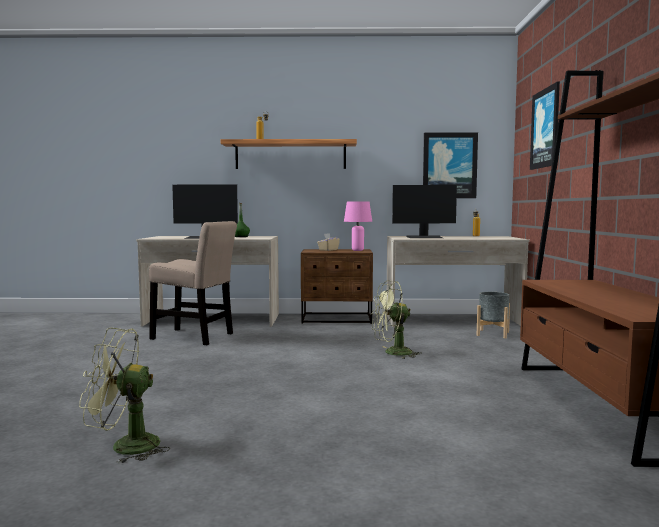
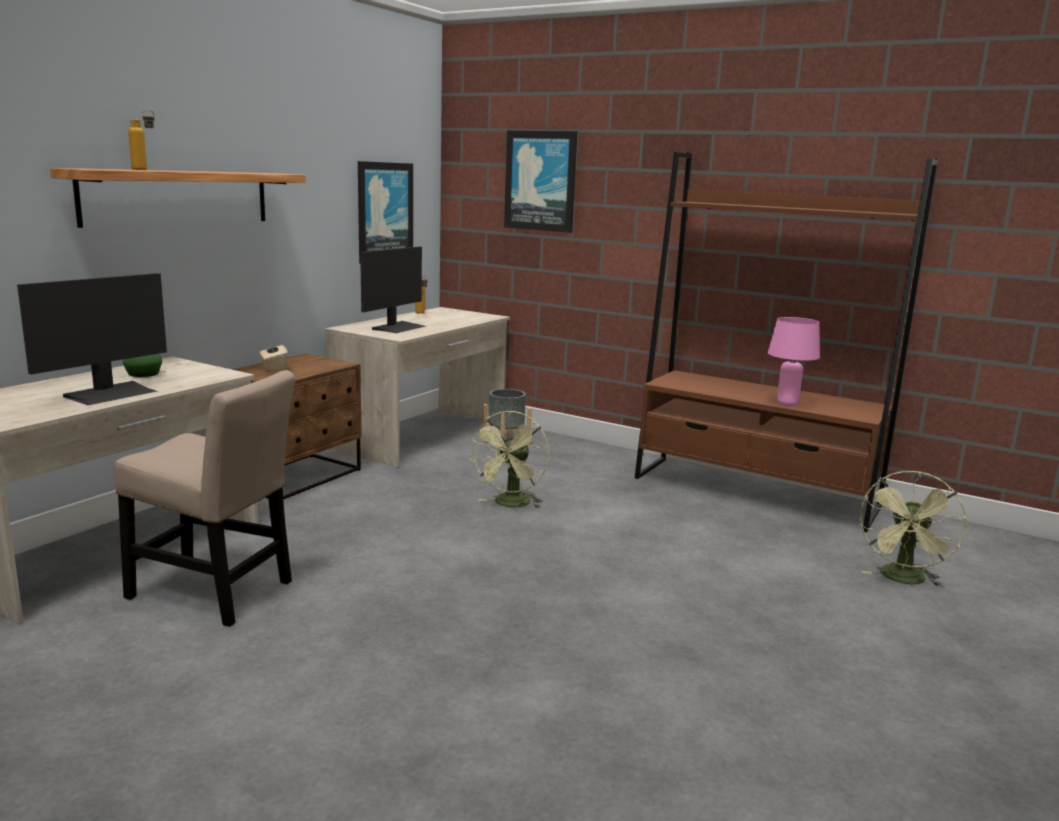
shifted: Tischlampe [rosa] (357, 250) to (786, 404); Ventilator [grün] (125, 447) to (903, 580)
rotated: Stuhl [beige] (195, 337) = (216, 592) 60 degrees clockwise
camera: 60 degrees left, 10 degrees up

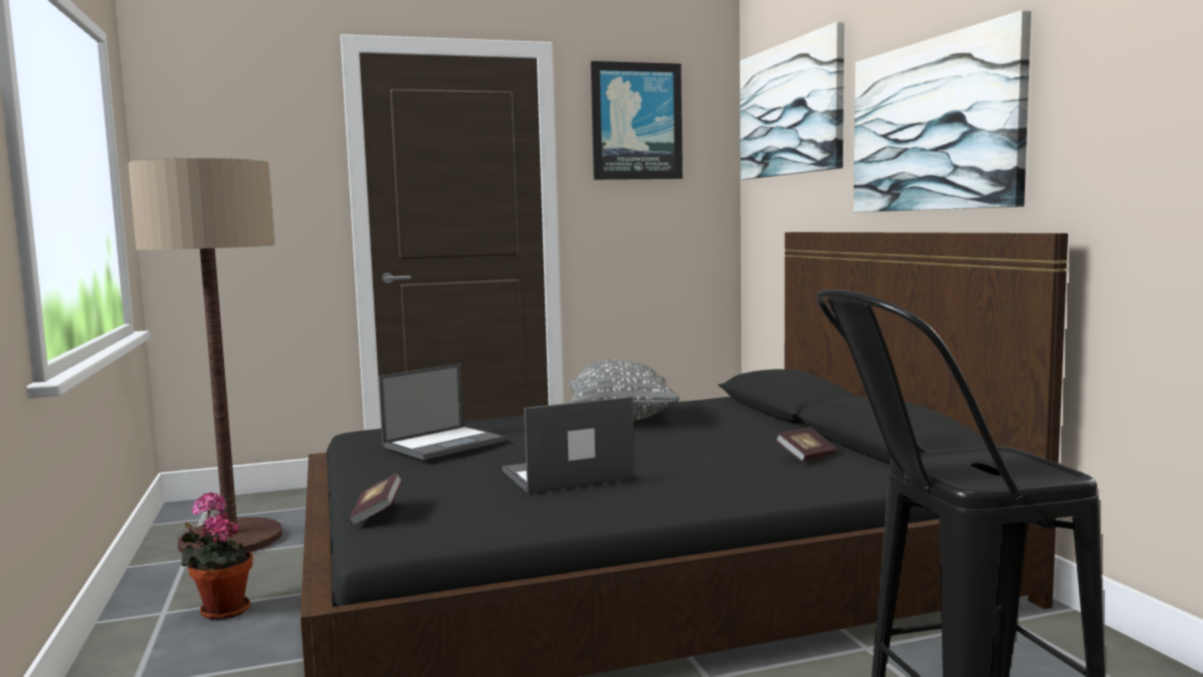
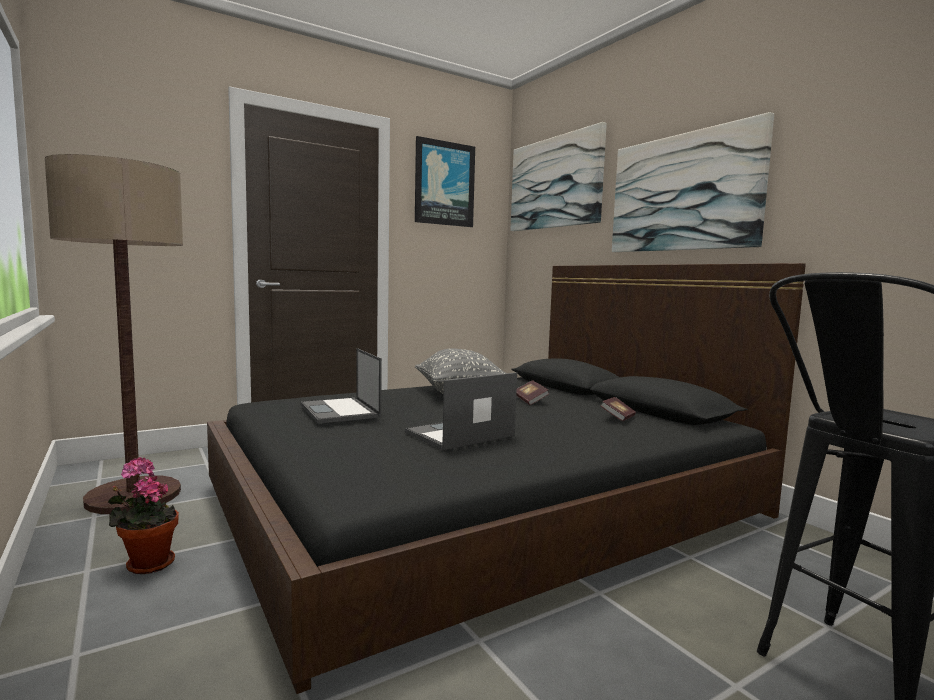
shifted: Buch (377, 513) to (530, 400)
rotated: Laptop (445, 443) = (340, 411) 120 degrees clockwise
camera: 15 degrees left, 0 degrees up

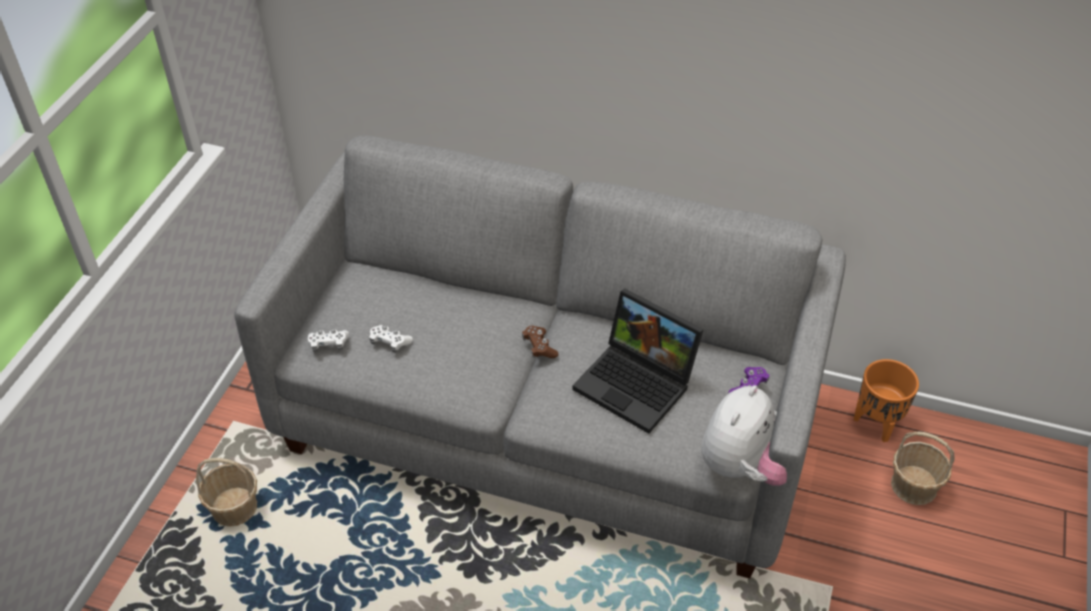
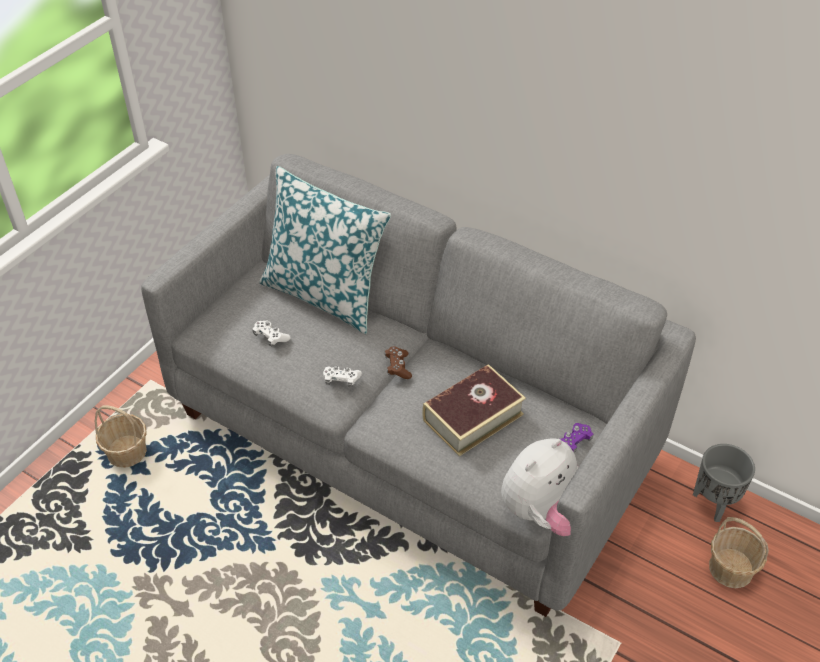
new: Kissen (325, 294)
shifted: Gamepad [weiß] (328, 344) to (341, 380)
swapped: Laptop (638, 383) to Buch (473, 417)
repainted: Pflanzkübel [orange] (877, 423) to Pflanzkübel [grau] (714, 503)
camera: 15 degrees right, 0 degrees up

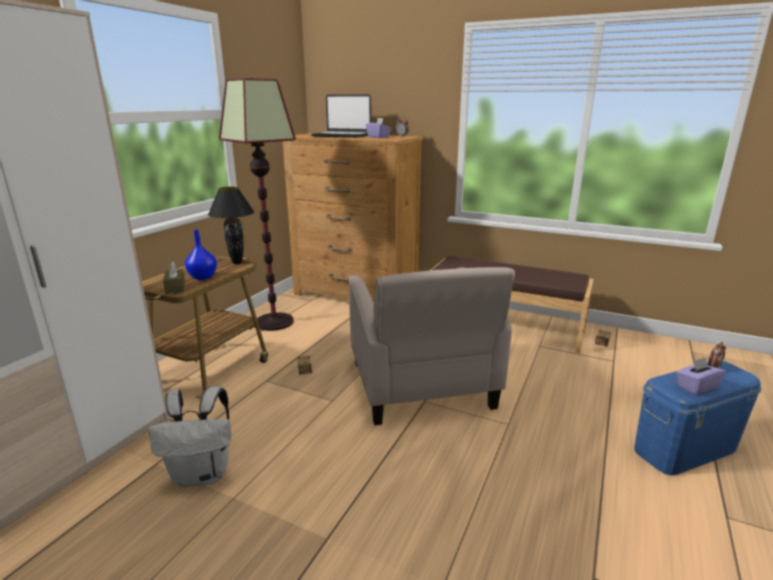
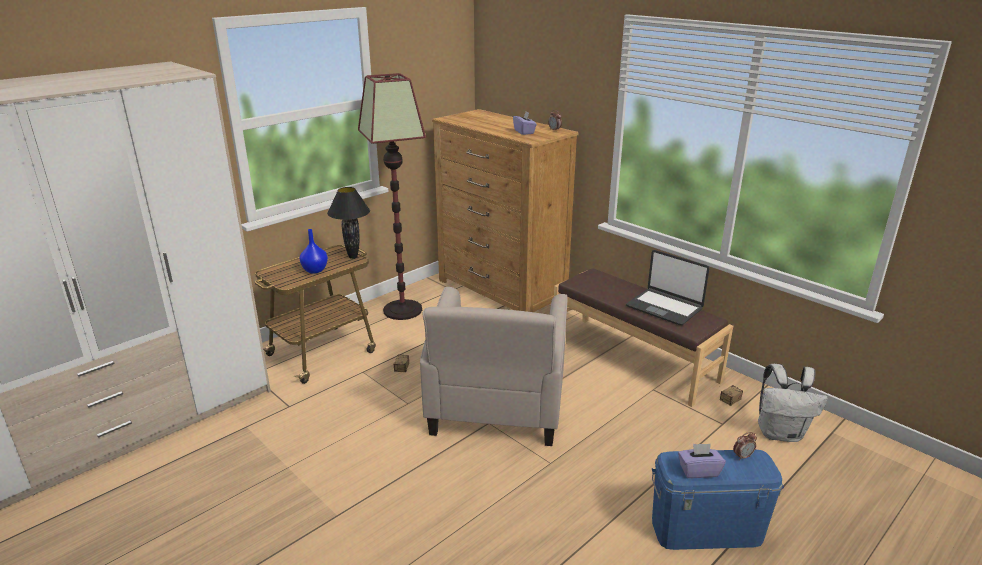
gone: Taschentuchbox [braun] (175, 287)
shifted: Laptop (342, 136) to (664, 307); Rucksack [weiß] (203, 474) to (780, 433)
camera: 20 degrees right, 5 degrees up

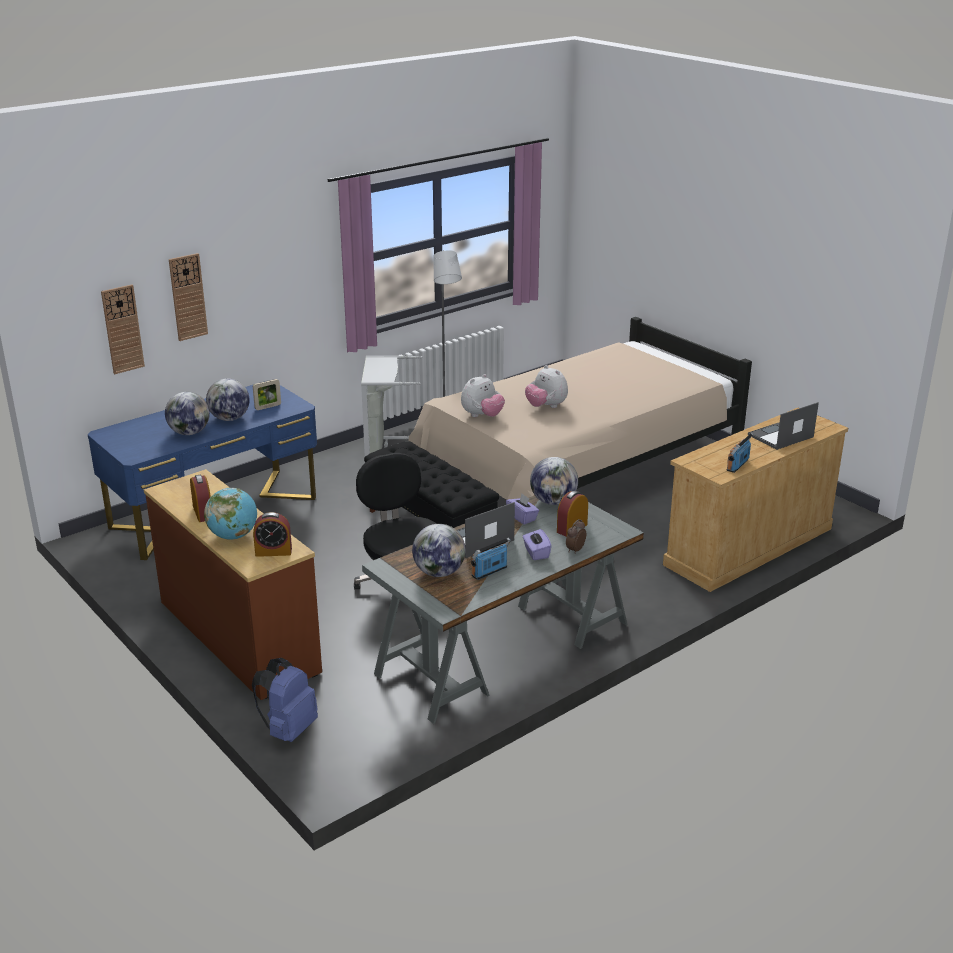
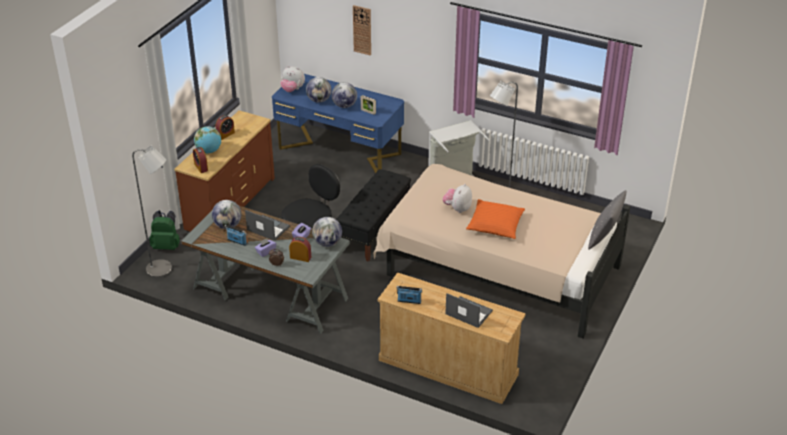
gone: Wanduhr (122, 329)
new: Stehlampe [grau] (164, 270); Kissen [orange] (495, 225); Kissen [grau] (604, 238)
shifted: Plüschtier (482, 416) to (292, 90)
repainted: Rucksack [blau] (288, 729) to Rucksack [grün] (167, 246)
camera: 65 degrees right, 10 degrees up

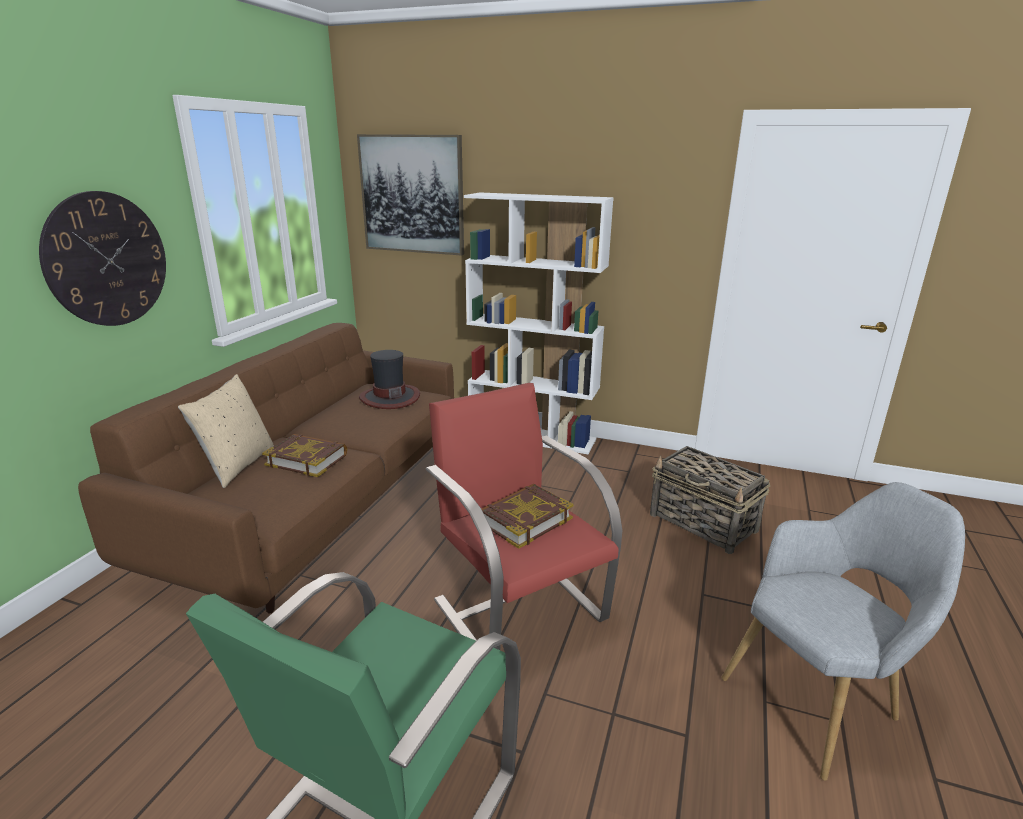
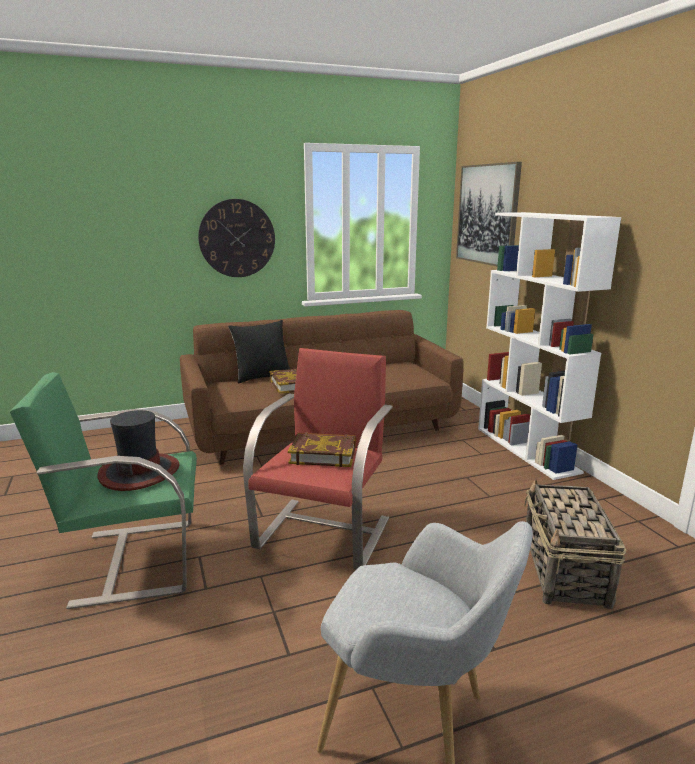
shifted: Hut (389, 397) to (139, 471)
repainted: Kissen [beige] (237, 465) to Kissen [schwarz] (262, 376)
camera: 50 degrees right, 5 degrees down

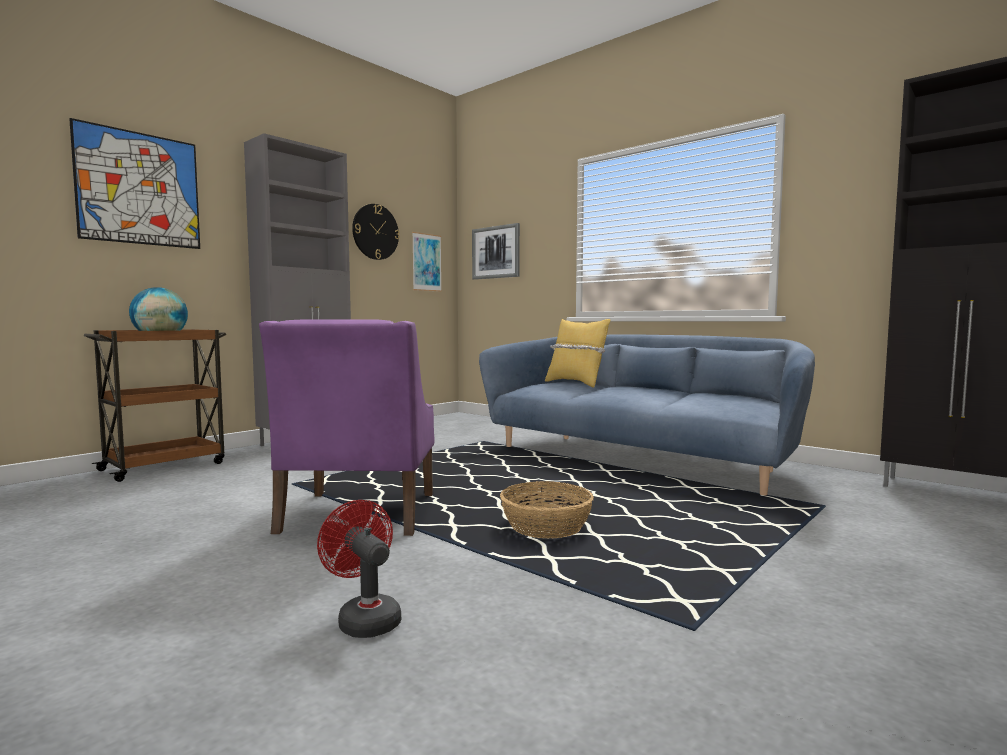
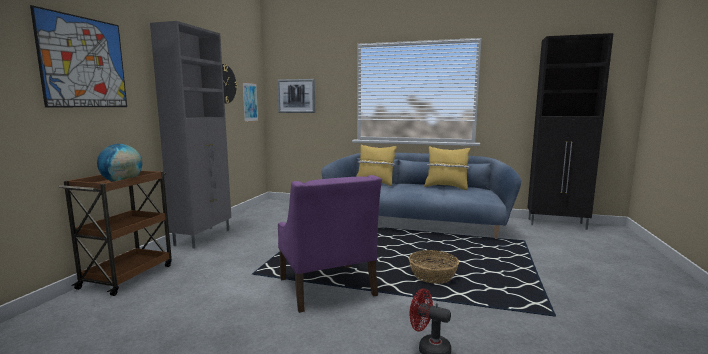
new: Kissen [gelb] (446, 187)
camera: 25 degrees left, 5 degrees up

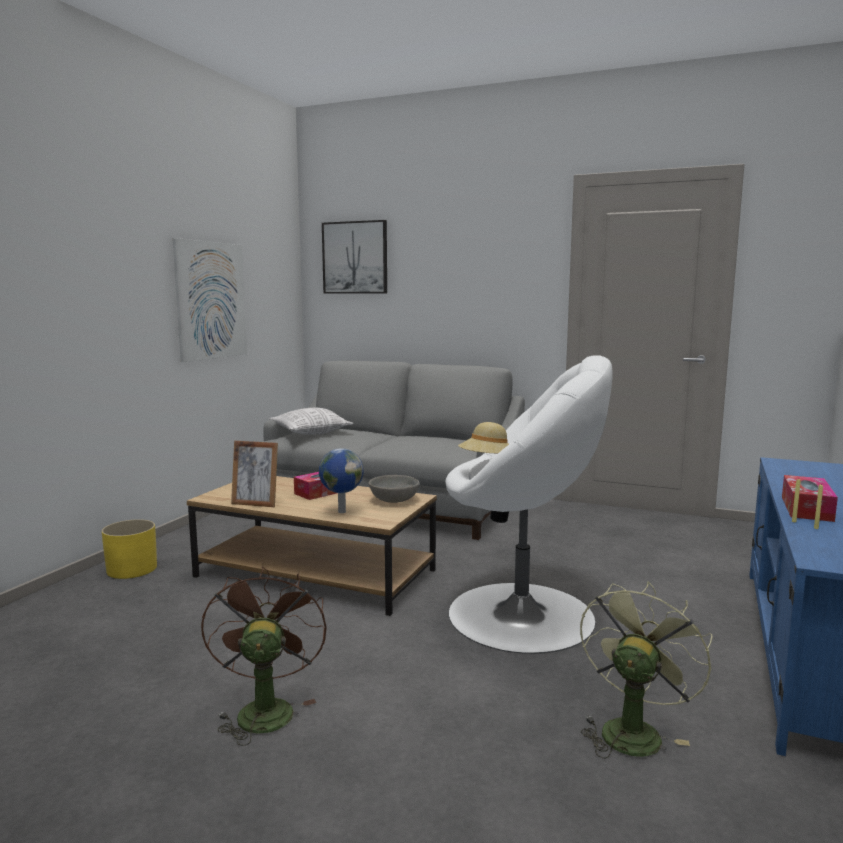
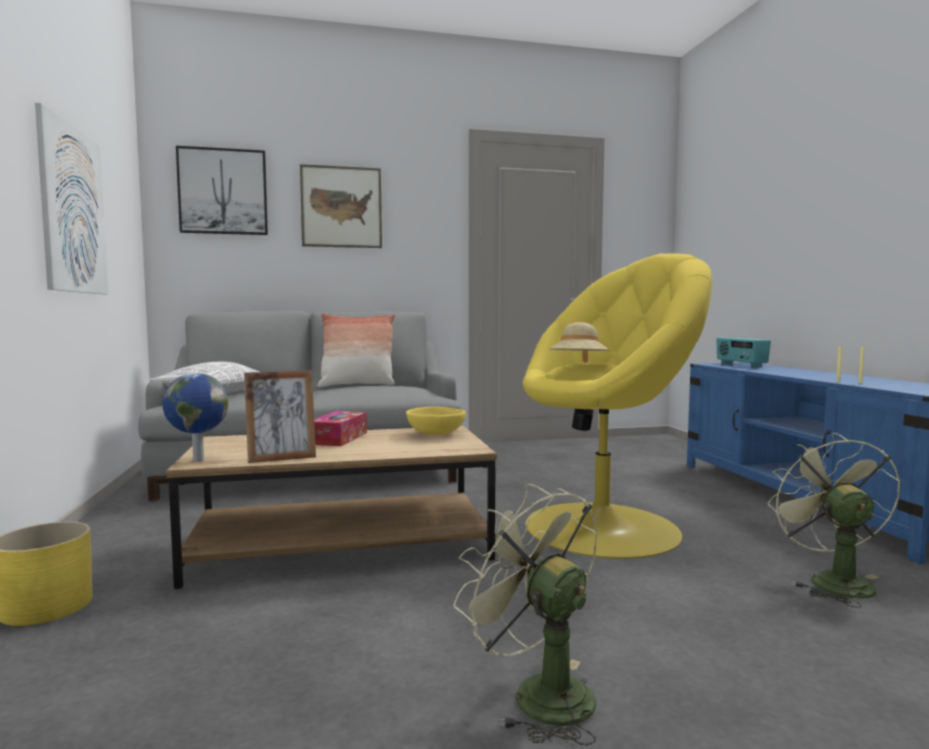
gone: Taschentuchbox (806, 508)
new: Bild (341, 207); Kissen (357, 385); Radio (740, 365)
shifted: Globus (341, 511) to (197, 460)
repainted: Schüssel [grau] (394, 500) to Schüssel [gelb] (436, 434); Ventilator [braun] (264, 709) to Ventilator [grün] (538, 693); Sessel [weiß] (523, 616) to Sessel [gelb] (604, 527)
camera: 35 degrees left, 5 degrees down

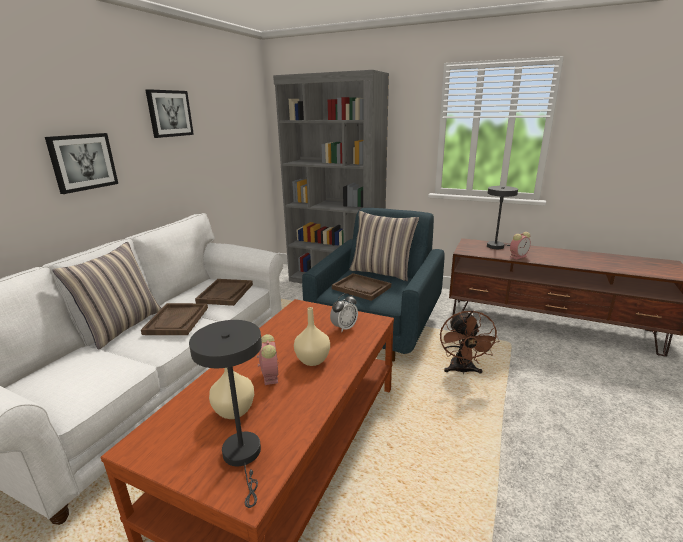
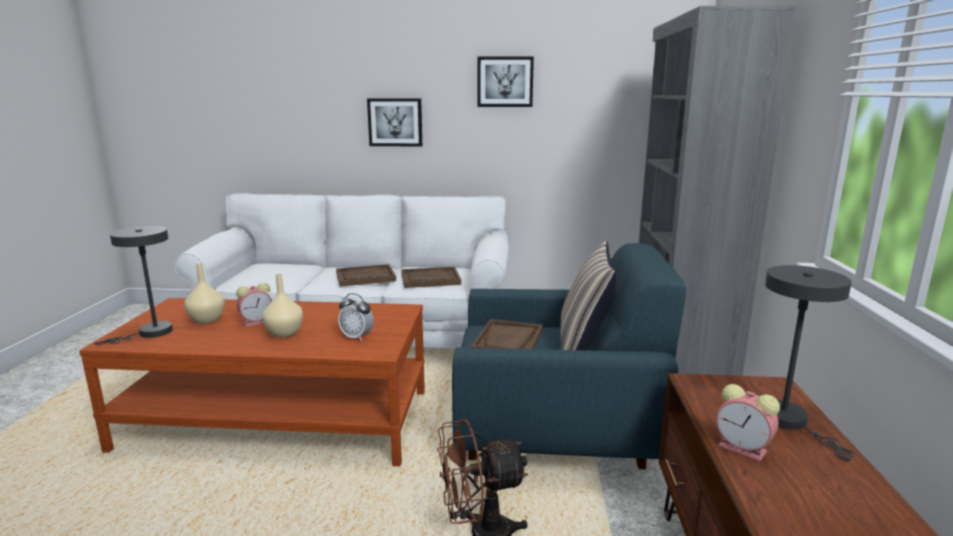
gone: Kissen (122, 326)
camera: 70 degrees right, 5 degrees down

